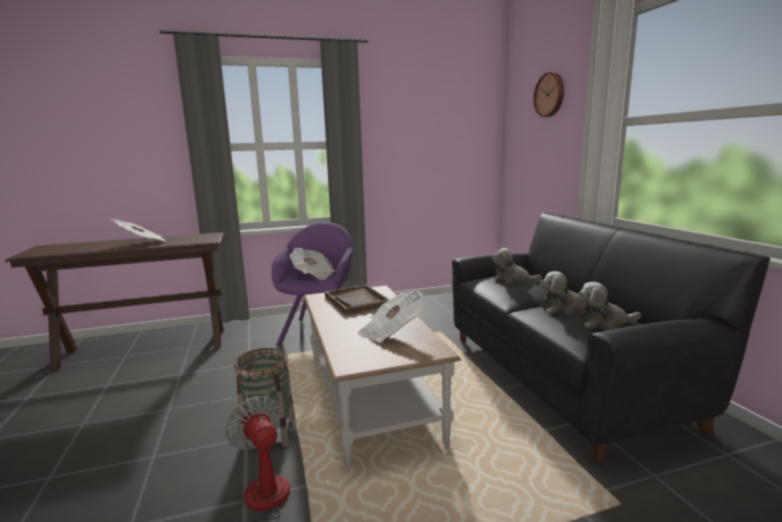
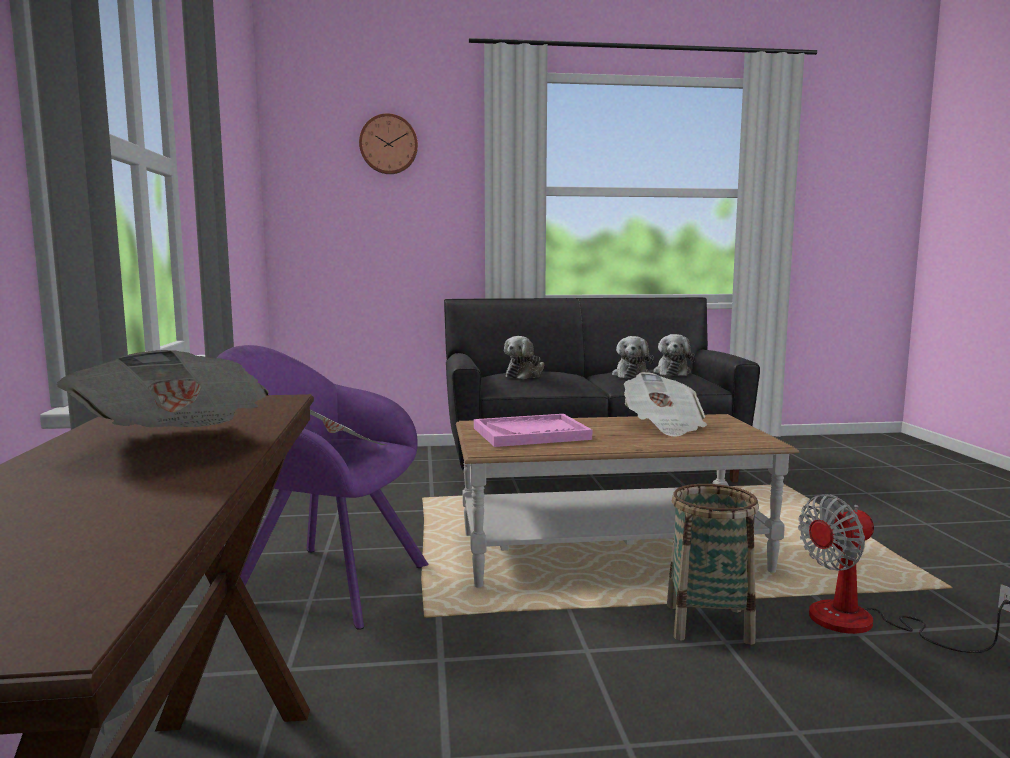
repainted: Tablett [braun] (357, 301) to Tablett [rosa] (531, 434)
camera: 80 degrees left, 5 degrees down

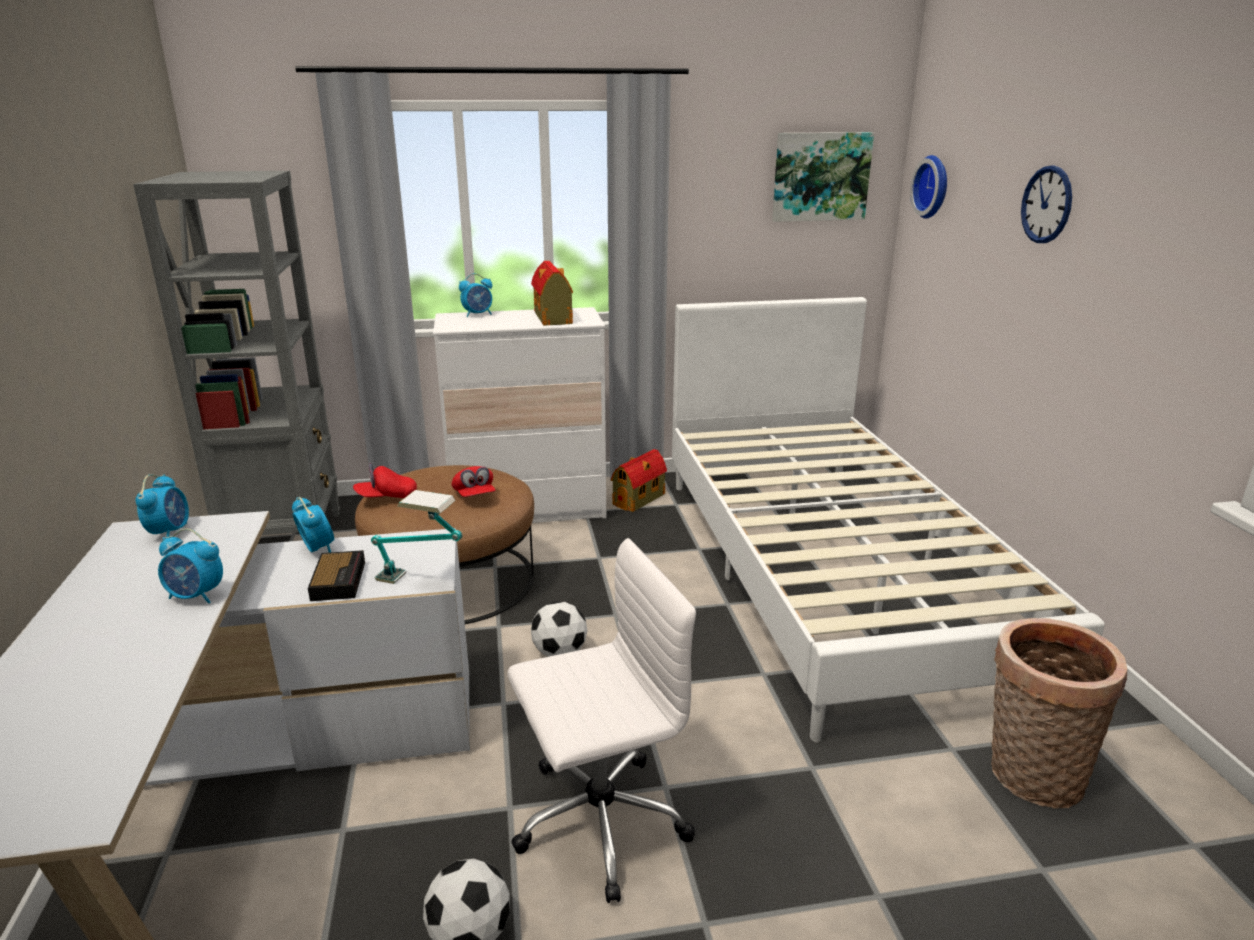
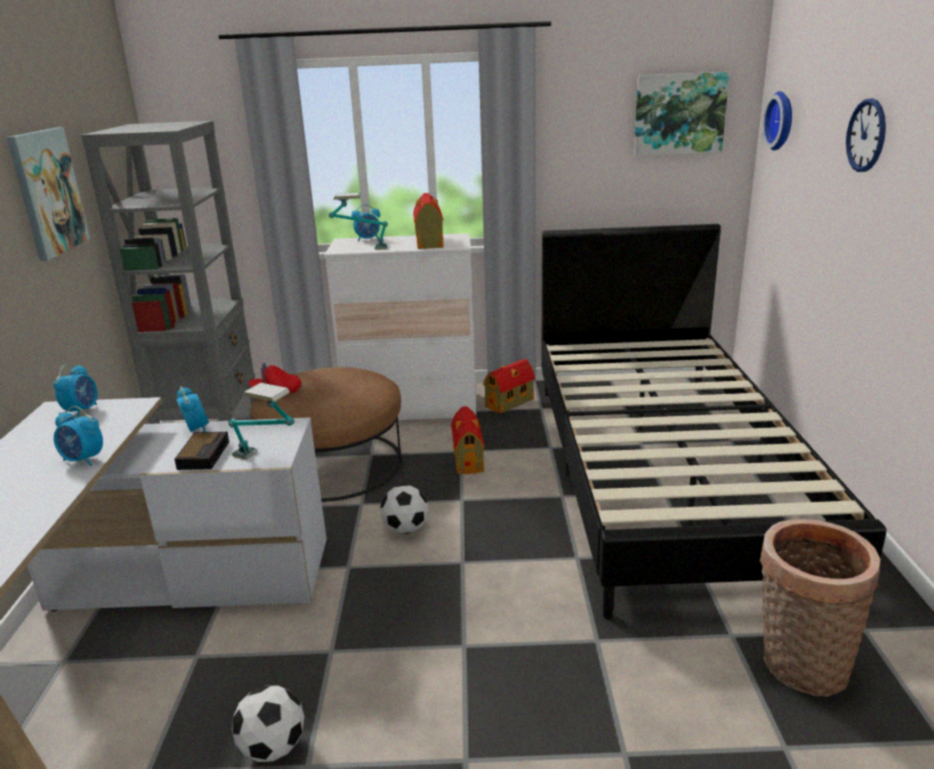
gone: Kappe [rot] (474, 495); Bürostuhl [weiß] (597, 821)
new: Bild (47, 192); Tischlampe (361, 249); Spielzeughaus (468, 459)
repainted: Bett [weiß] (829, 572) to Bett [schwarz] (663, 473)
camera: 10 degrees right, 0 degrees up

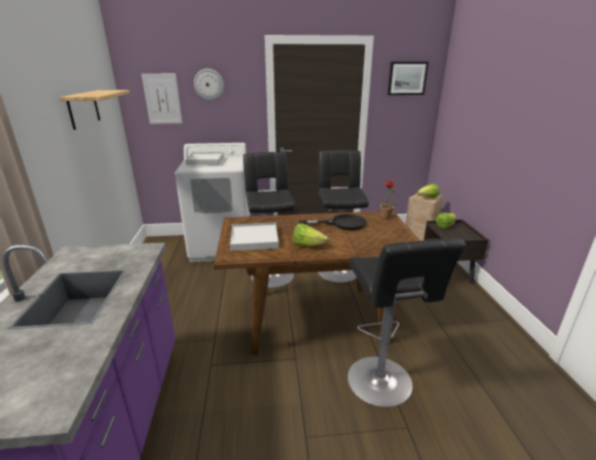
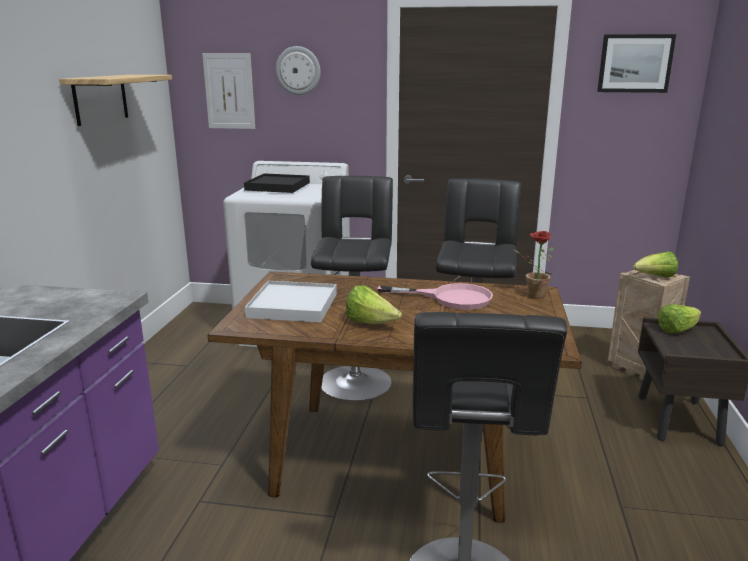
repainted: Tablett [weiß] (205, 160) to Tablett [schwarz] (278, 186); Pfanne [schwarz] (342, 224) to Pfanne [rosa] (450, 298)
camera: 15 degrees right, 5 degrees down

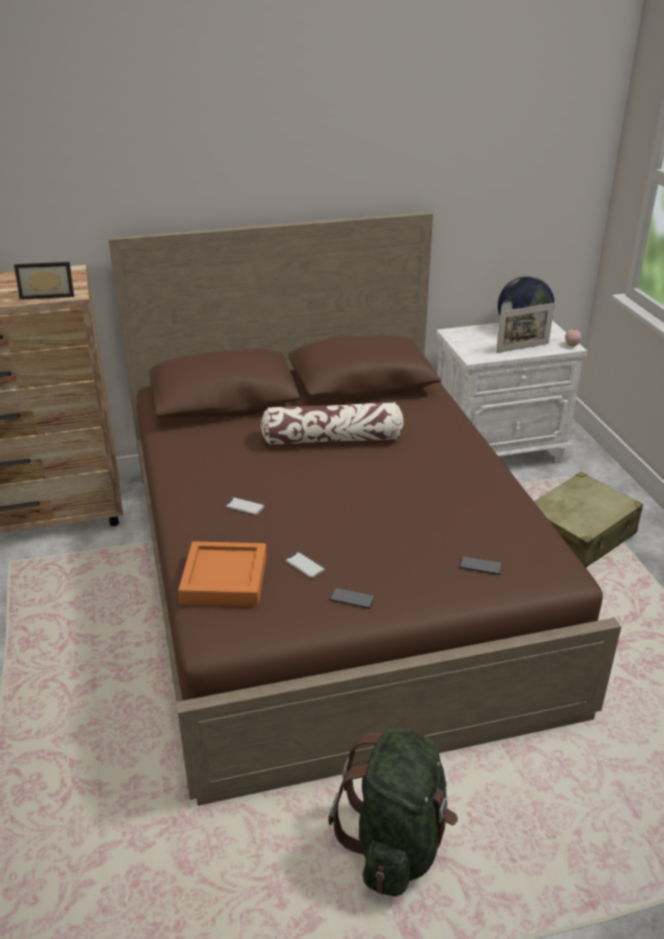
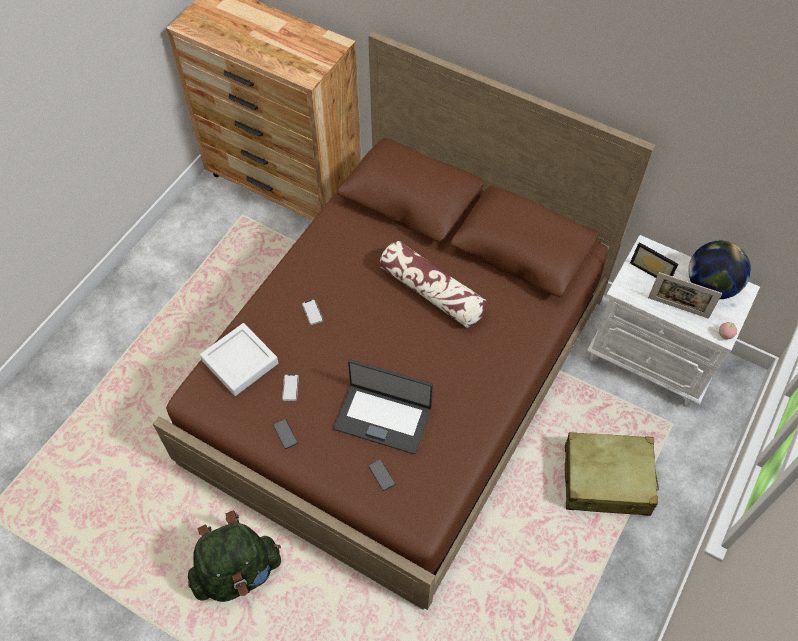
new: Laptop (383, 417)
shifted: Bilderrahmen (48, 295) to (652, 268)
repainted: Tablett [orange] (224, 580) to Tablett [weiß] (240, 362)
camera: 45 degrees right, 25 degrees up

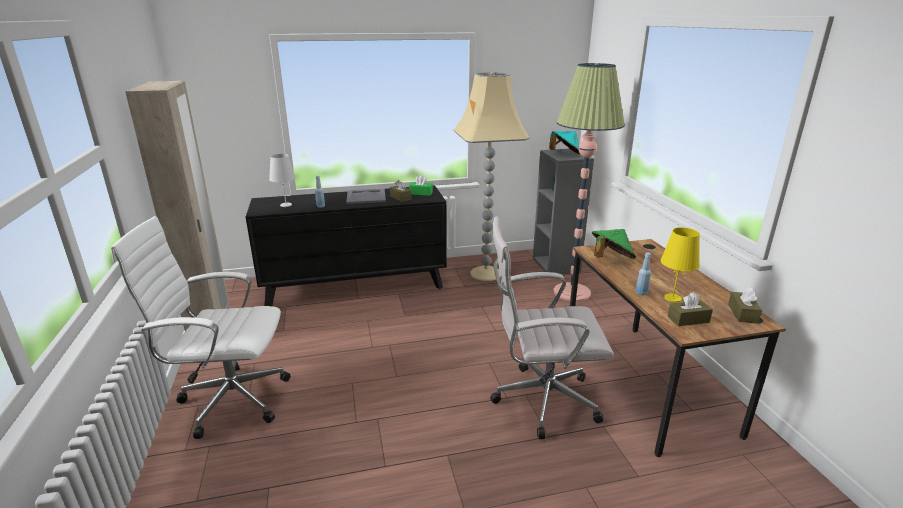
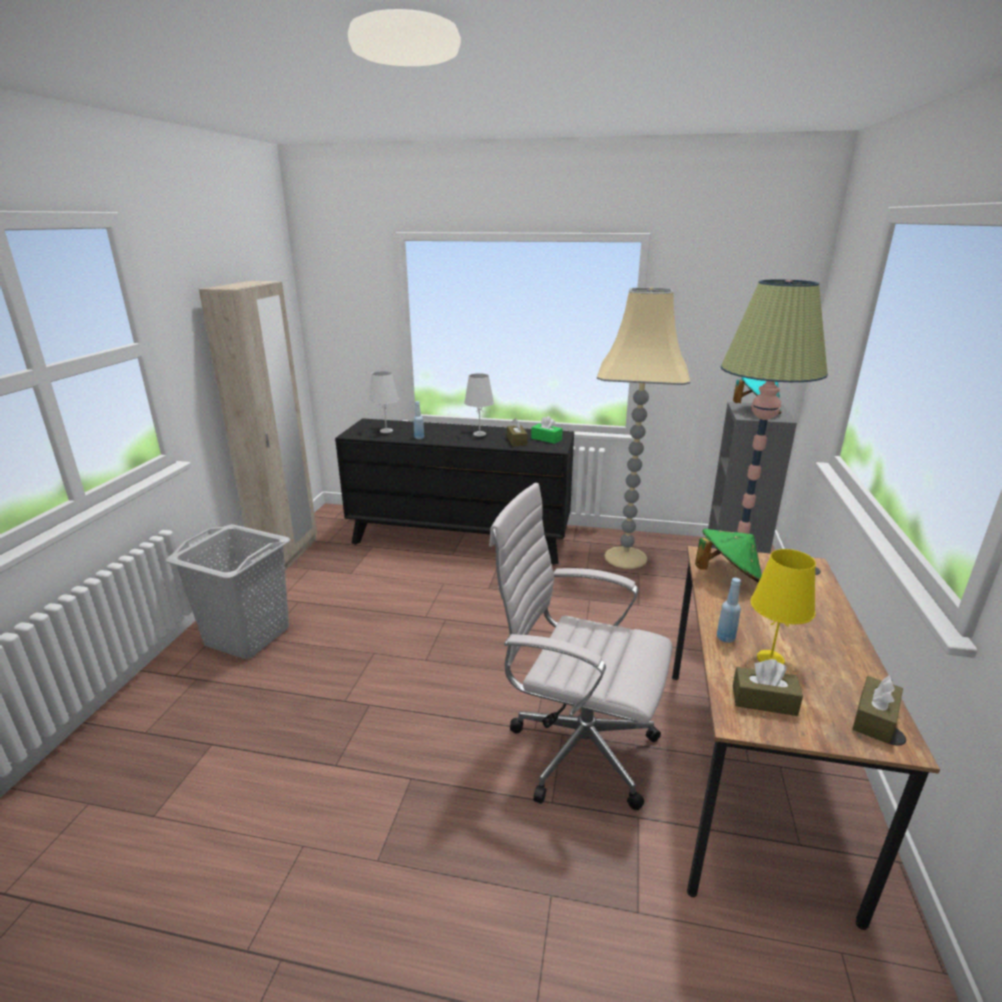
swapped: Bürostuhl [weiß] (229, 400) to Wäschekorb [grau] (247, 635); Tablett [grau] (366, 197) to Tischlampe [weiß] (479, 434)
camera: 25 degrees right, 0 degrees up

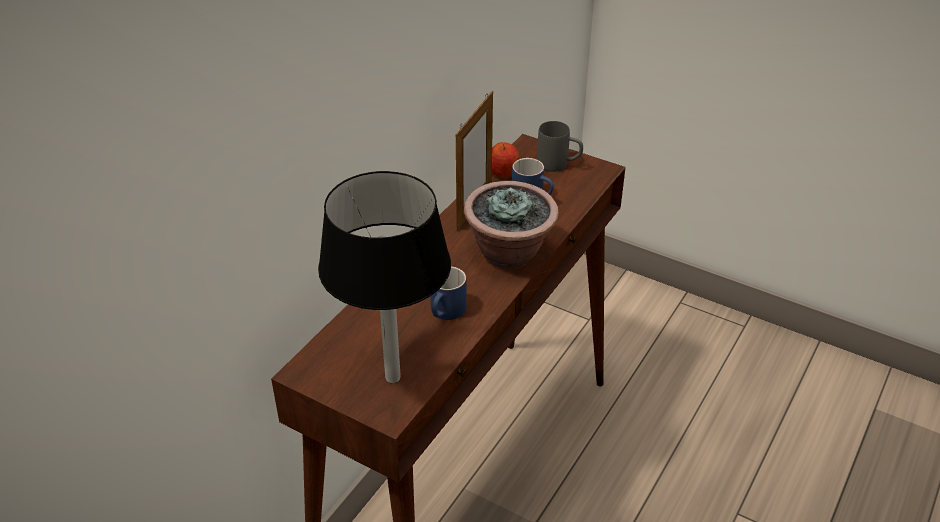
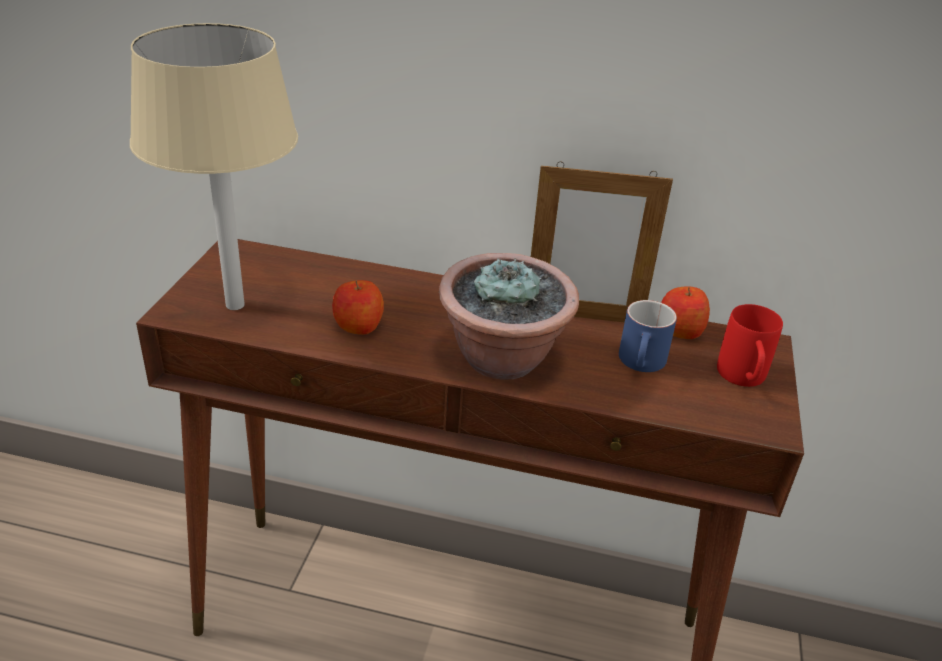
swapped: Henkelbecher [blau] (446, 313) to Apfel (358, 325)
repainted: Tischlampe [schwarz] (393, 377) to Tischlampe [beige] (234, 305); Henkelbecher [grau] (559, 165) to Henkelbecher [rot] (743, 379)
camera: 70 degrees right, 5 degrees down

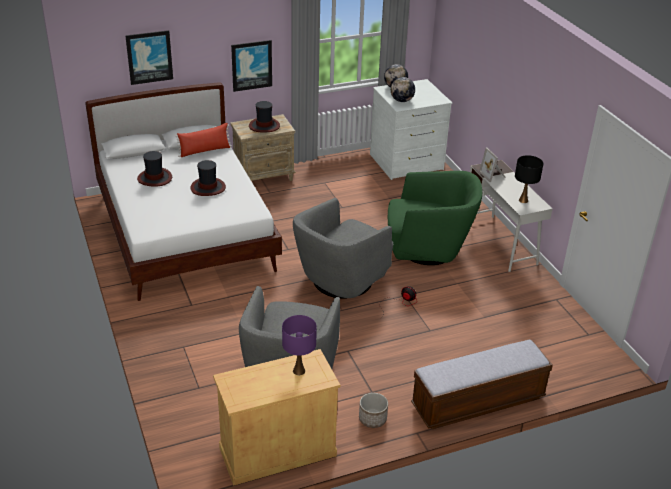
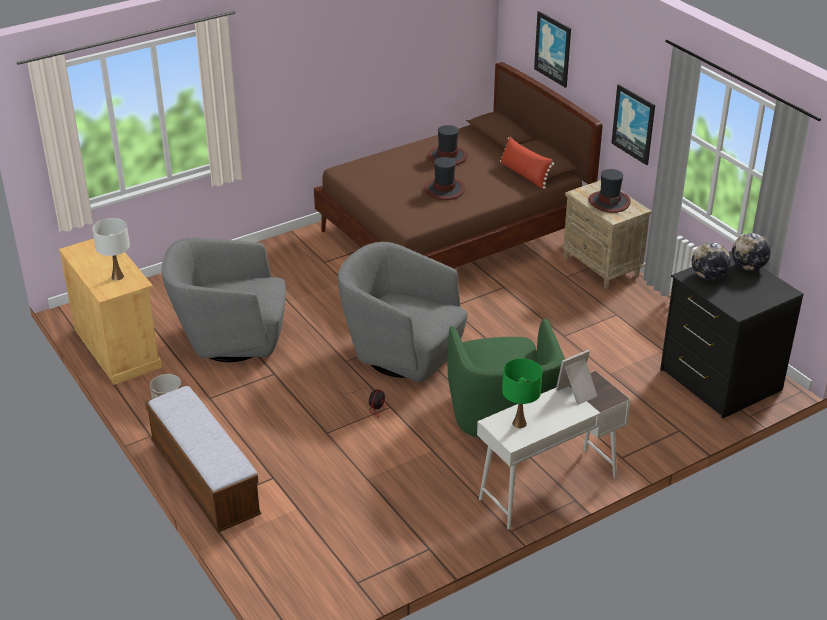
repainted: Tischlampe [lila] (299, 371) to Tischlampe [weiß] (117, 277); Bett [weiß] (185, 231) to Bett [braun] (453, 235); Tischlampe [schwarz] (523, 200) to Tischlampe [grün] (519, 423); Kommode [weiß] (406, 162) to Kommode [schwarz] (719, 380)
camera: 80 degrees right, 0 degrees up

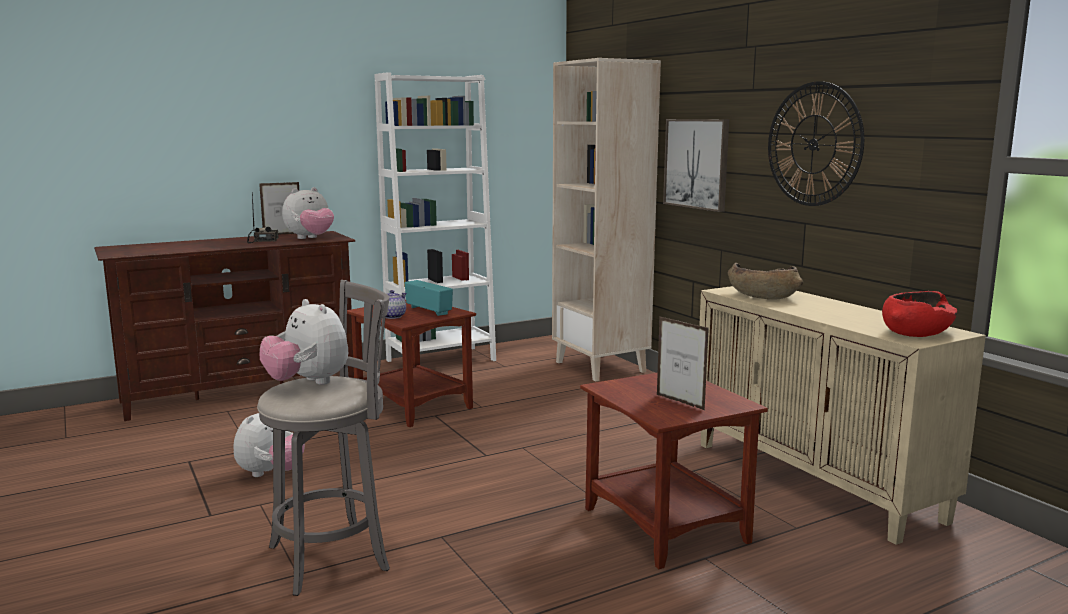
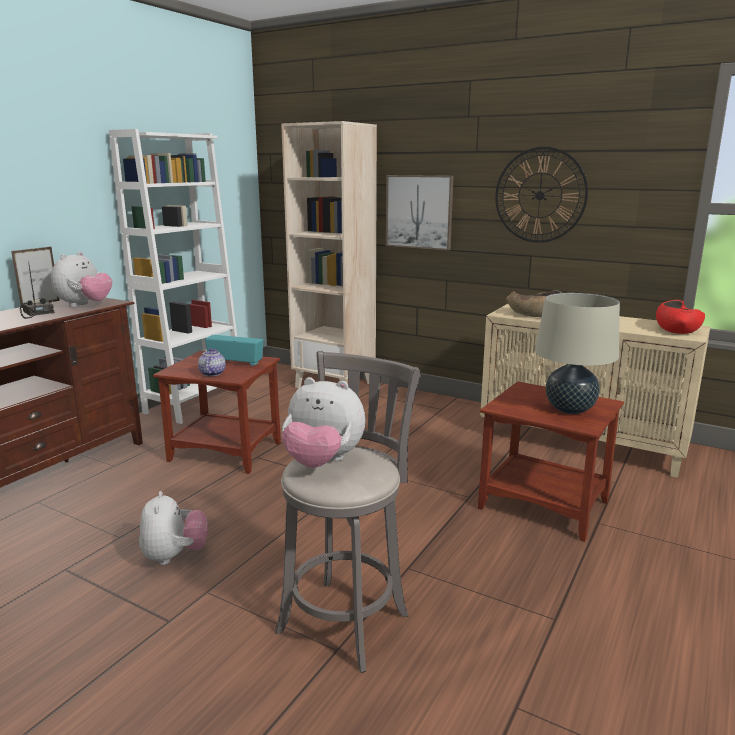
swapped: Bilderrahmen (680, 402) to Tischlampe [beige] (570, 409)
camera: 30 degrees left, 5 degrees up

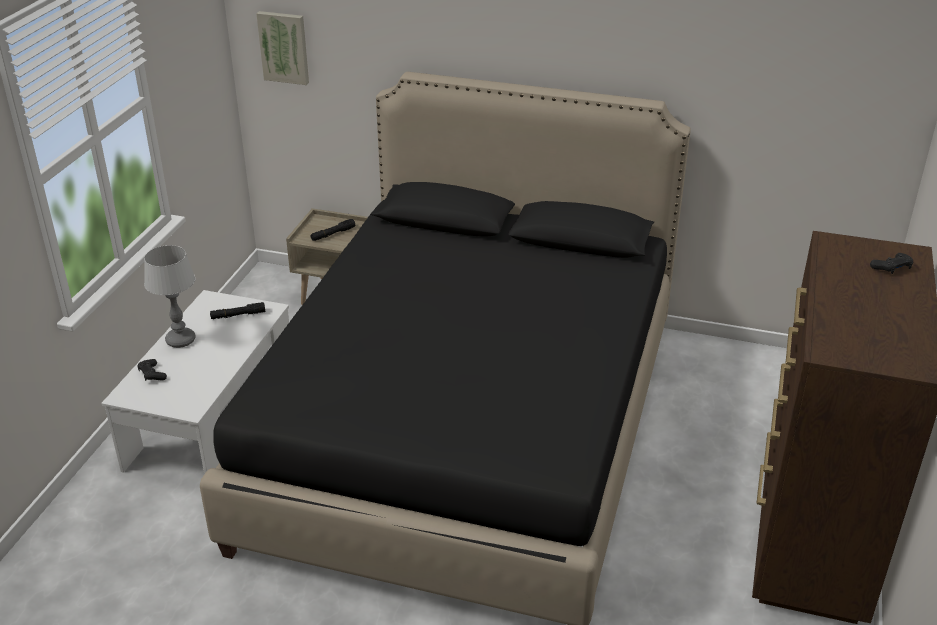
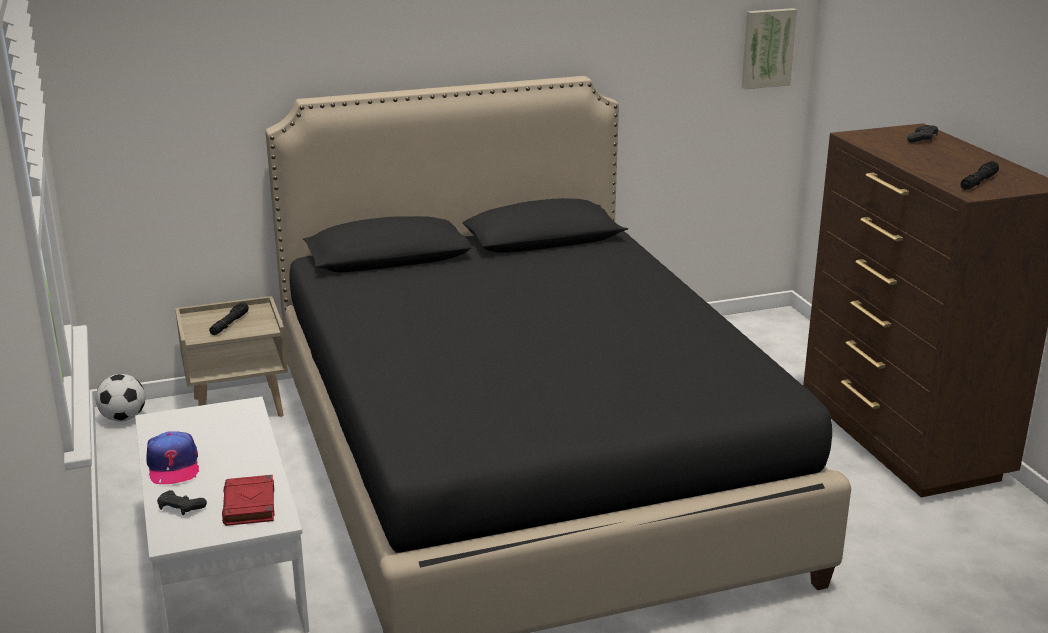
new: Fußball (123, 418); Buch [rot] (249, 505)
shifted: Bild (284, 47) to (767, 48); Taschenlampe [schwarz] (238, 315) to (978, 182)
swapped: Tischlampe (181, 340) to Kappe (173, 466)
camera: 35 degrees left, 10 degrees down

